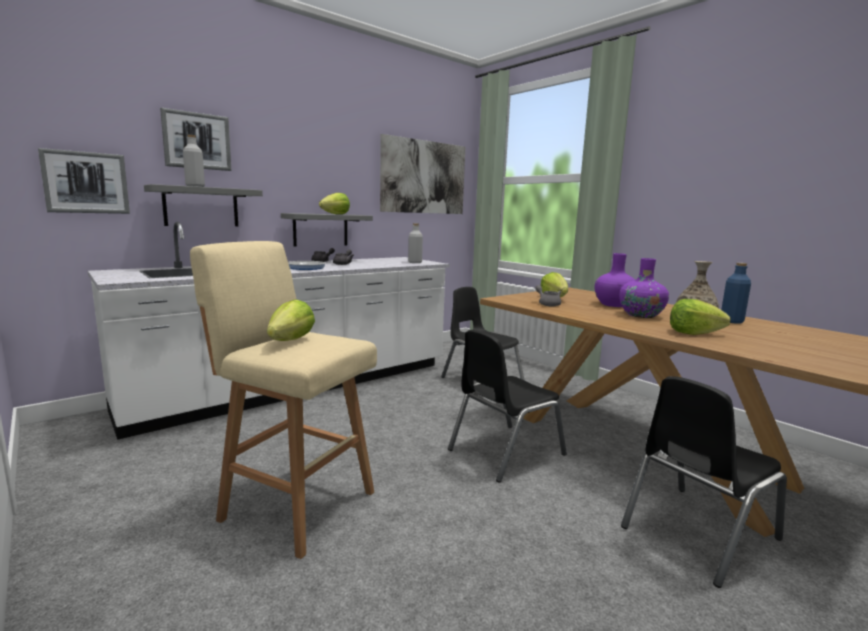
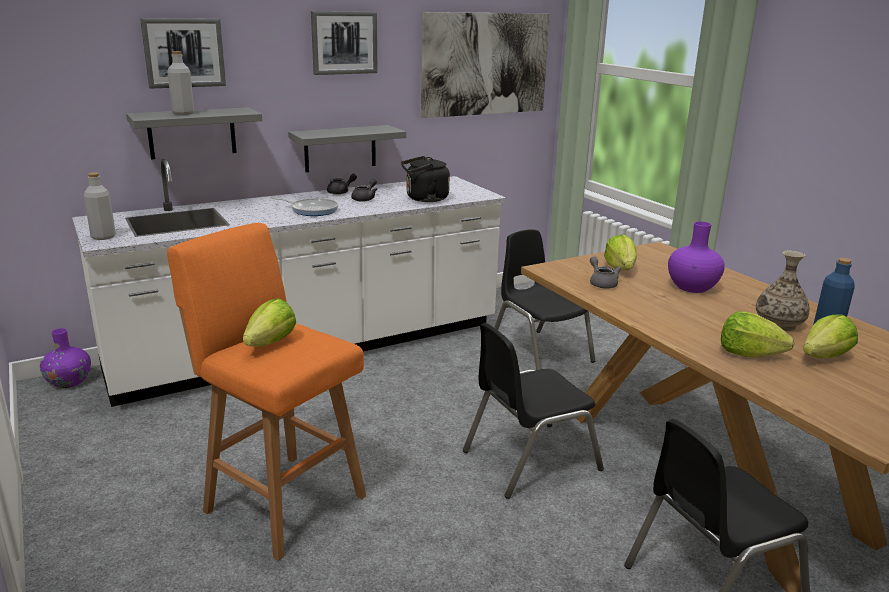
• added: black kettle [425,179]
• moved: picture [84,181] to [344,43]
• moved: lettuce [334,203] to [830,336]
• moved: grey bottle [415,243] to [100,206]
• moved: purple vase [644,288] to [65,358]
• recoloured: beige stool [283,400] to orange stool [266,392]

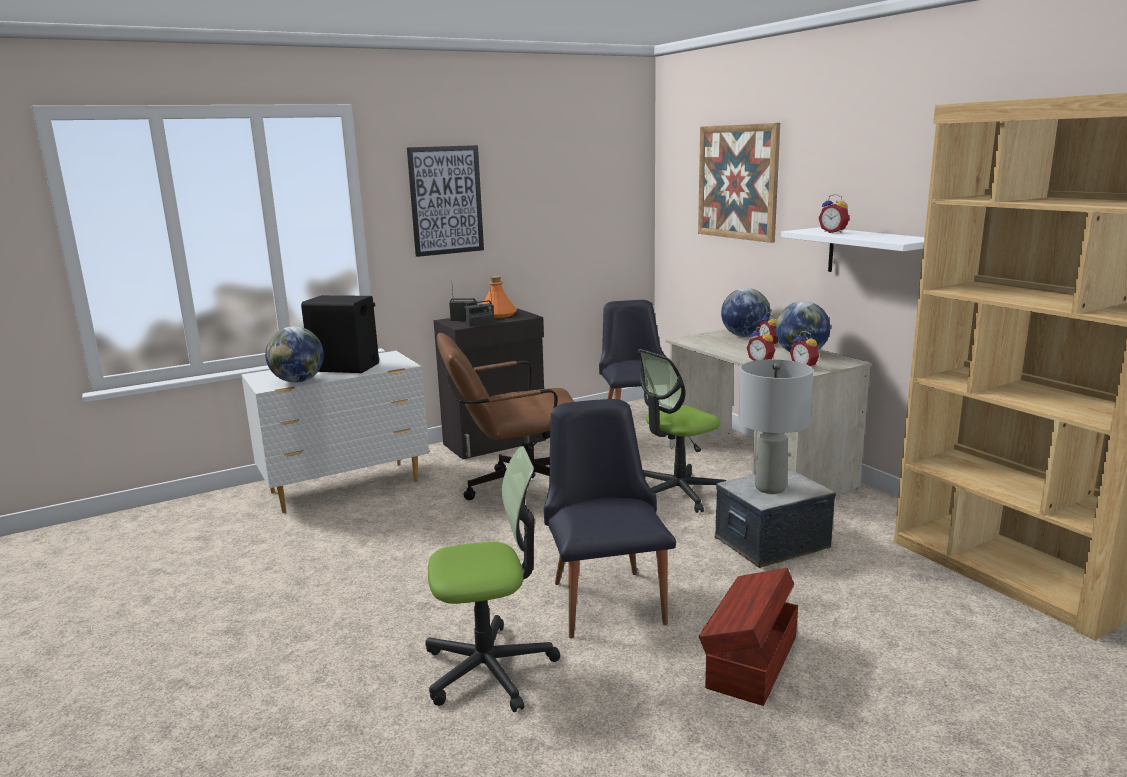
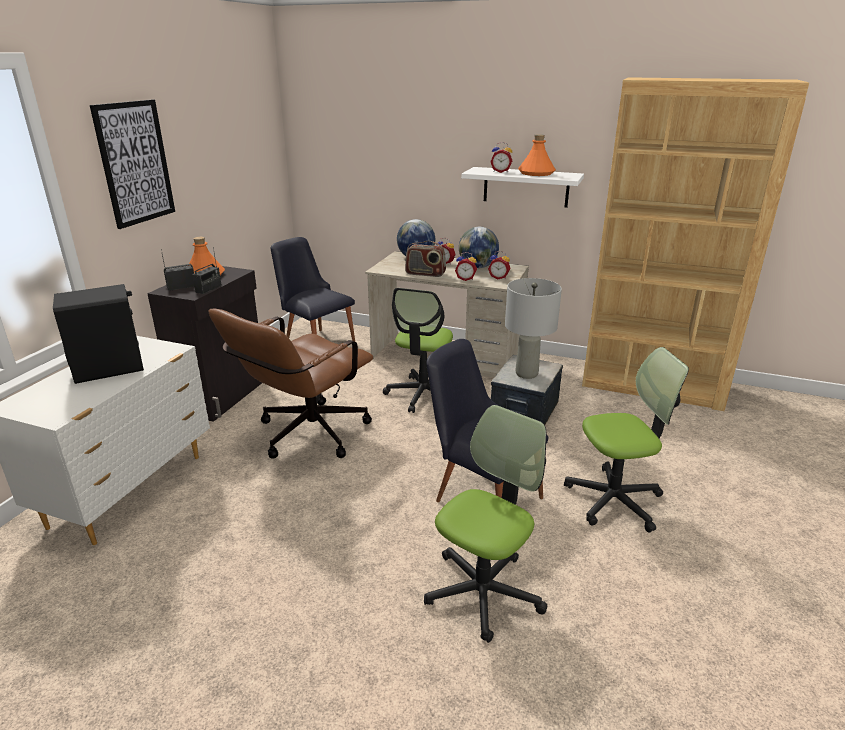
• removed: globe [294,354]
• removed: picture [739,183]
• added: radio [425,259]
• added: orange bottle [537,155]
• replaced: brown storage box [748,637] to office chair [626,440]

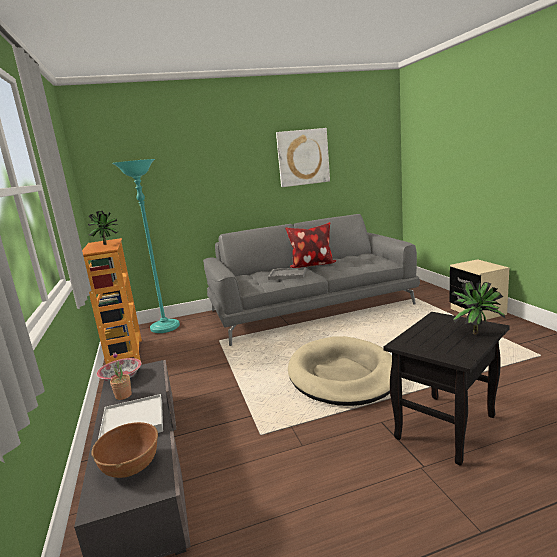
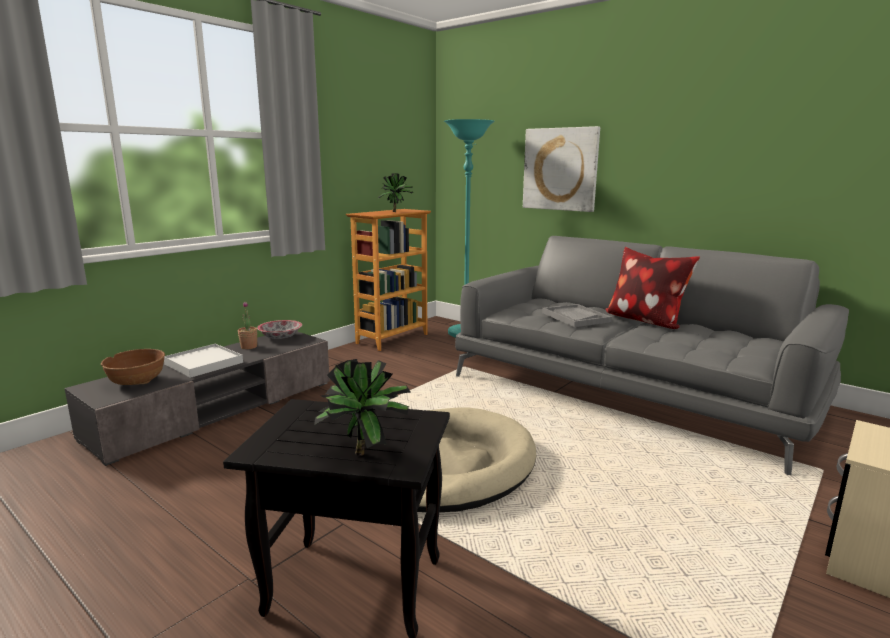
• moved: picture [303,157] to [561,169]

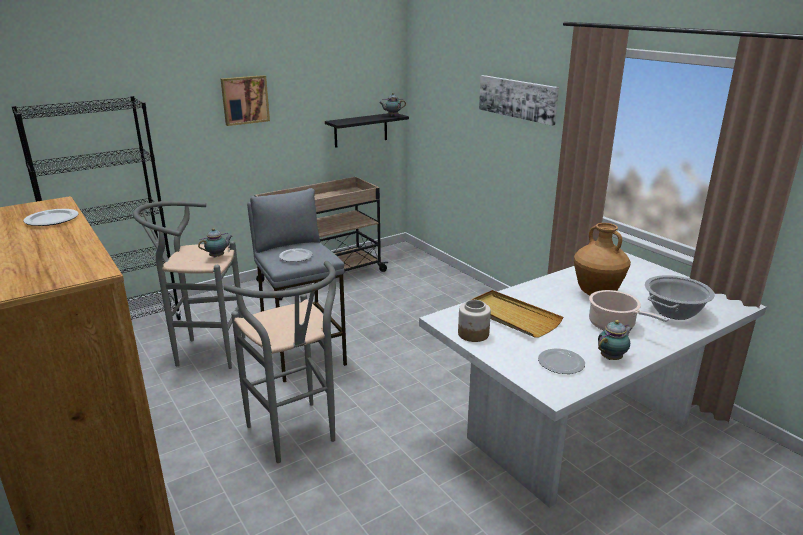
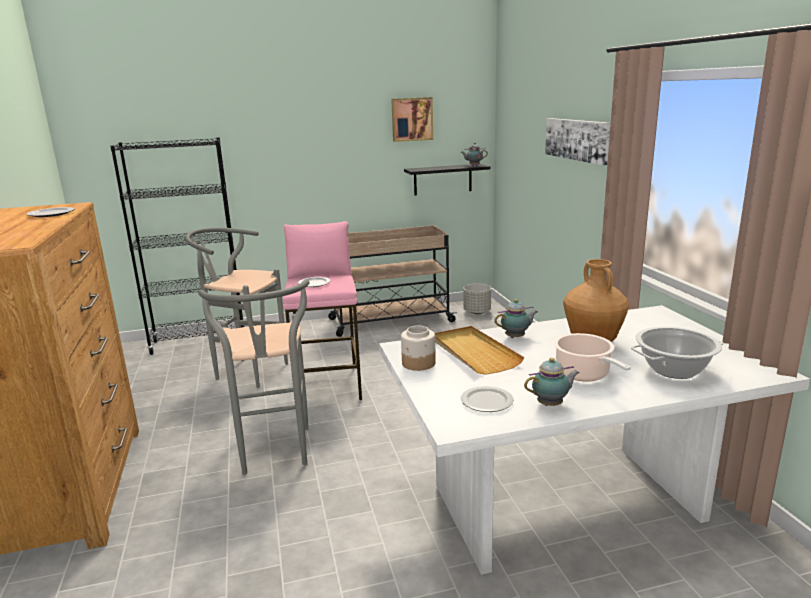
• added: grey planter [477,298]
• moved: teapot [215,243] to [516,318]
• moved: picture [245,100] to [412,119]
• recoloured: grey stool [297,285] to pink stool [322,310]

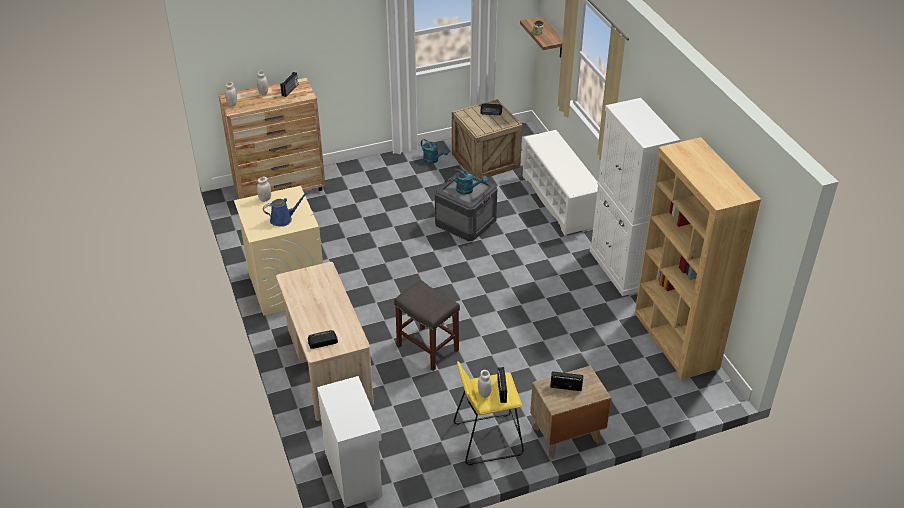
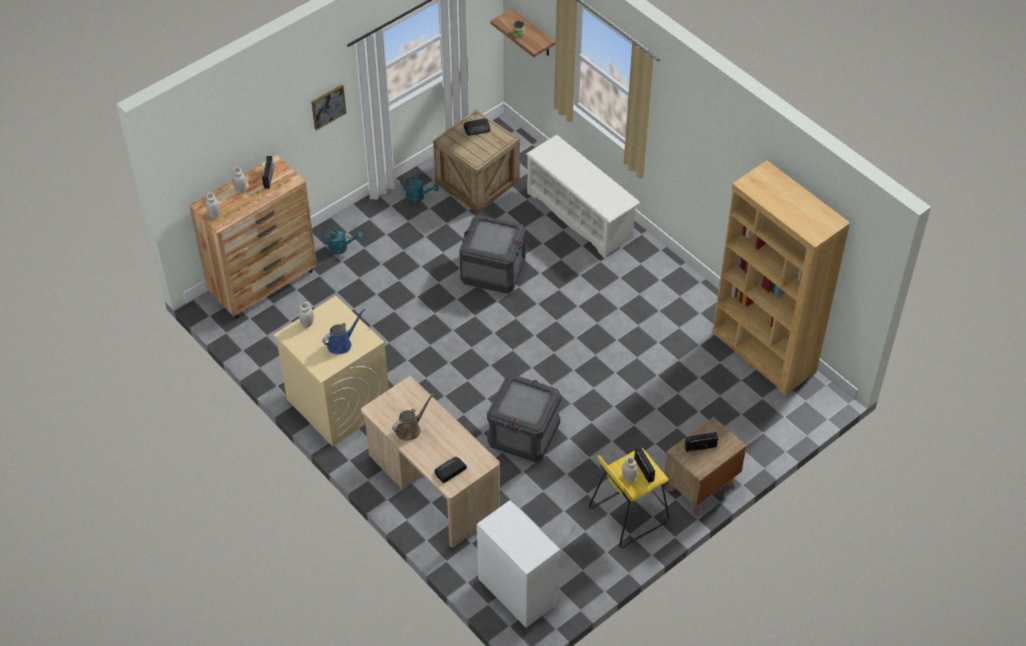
• removed: white cabinet [635,197]
• added: picture [328,107]
• added: brown watering can [413,417]
• moved: turquoise watering can [470,182] to [342,241]
• replaced: grey stool [427,325] to crate [524,418]

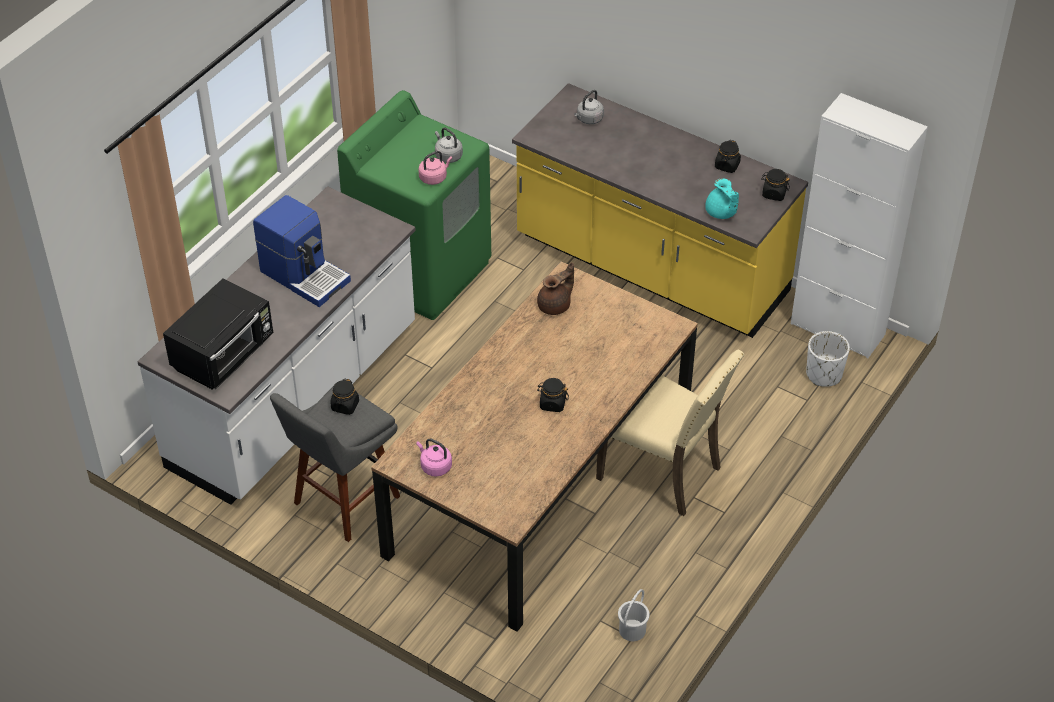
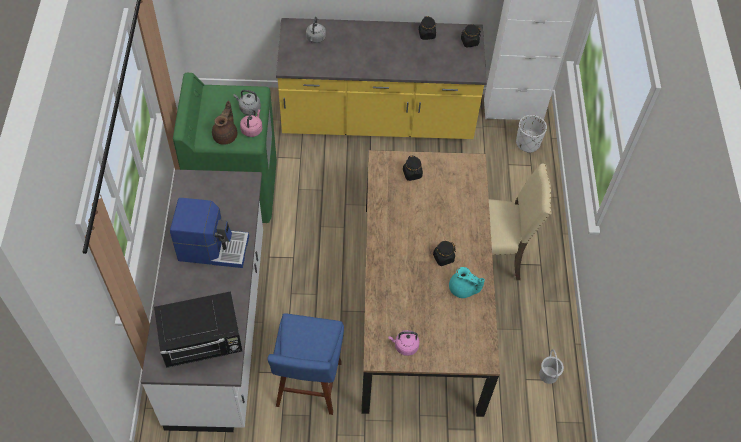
• moved: black jar [344,397] to [413,168]
• moved: brown teapot [555,288] to [224,123]
• moved: turquoise teapot [722,198] to [467,282]
• recoloured: grey stool [335,464] to blue stool [305,364]
• turned: black microwave [218,333] = [198,329] 75 degrees clockwise

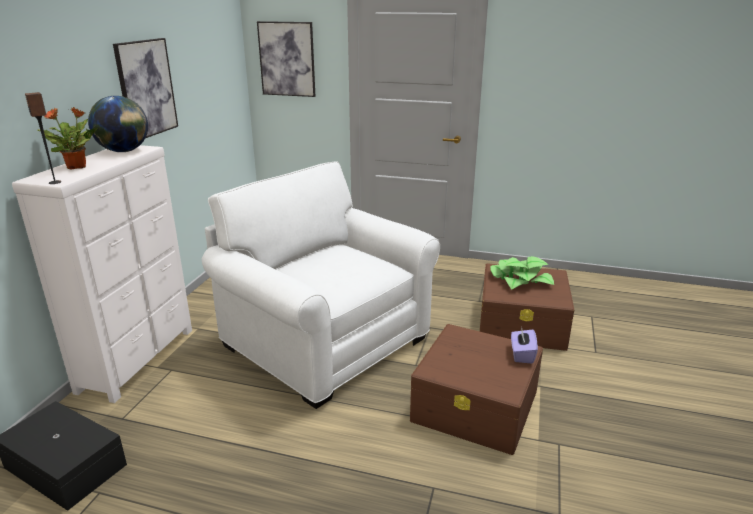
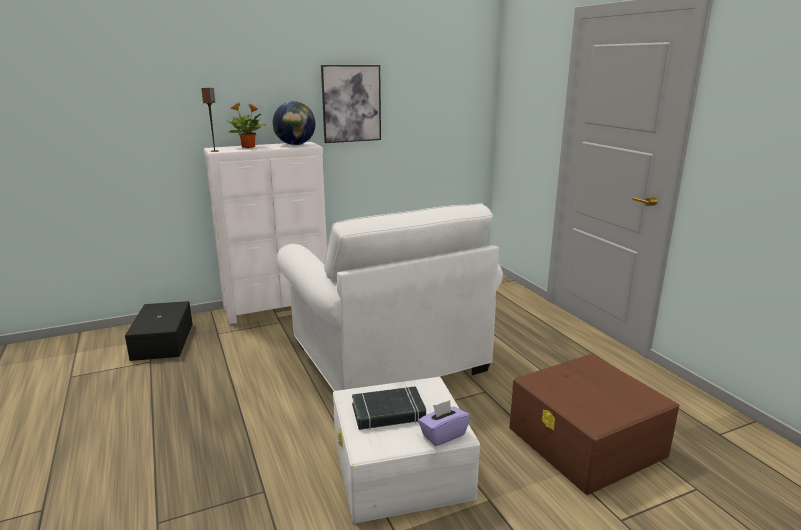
• removed: picture [286,59]
• removed: potted plant [522,273]
• added: black book [389,408]
• recoloured: brown storage box [476,389] to white storage box [406,450]
• turned: white armchair [321,285] = [390,297] 150 degrees clockwise

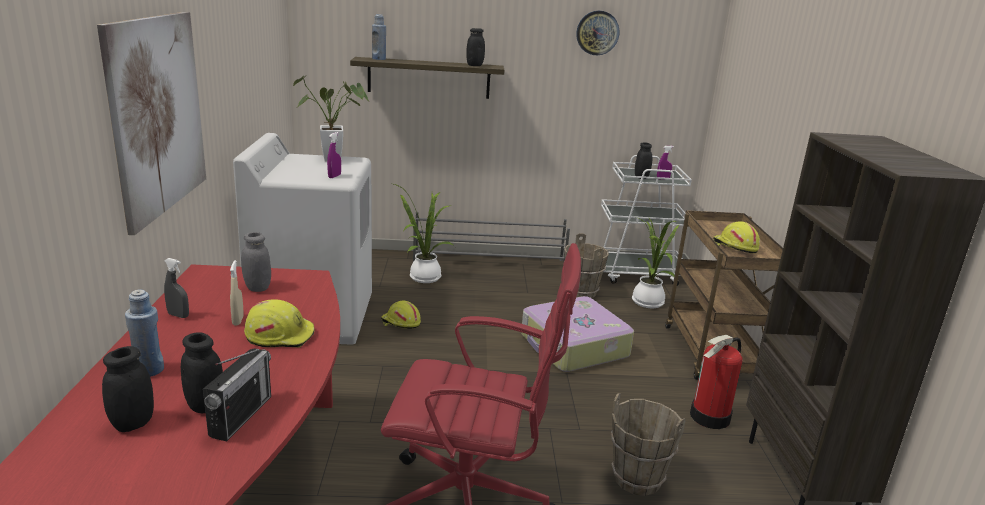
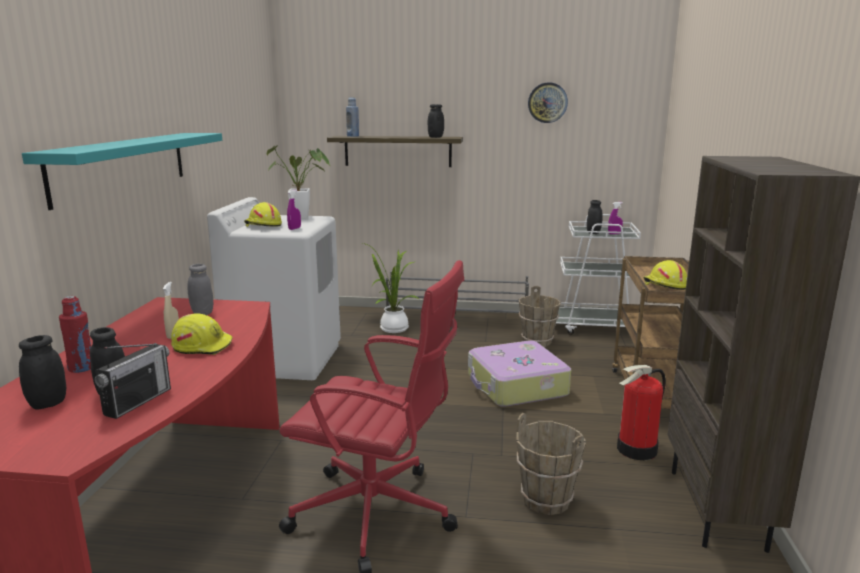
• removed: grey spray bottle [176,288]
• removed: potted plant [656,262]
• moved: yellow hard hat [401,315] to [263,214]
• replaced: picture [151,123] to turquoise shelf [122,171]
• recoloured: blue bottle [144,333] to red bottle [75,334]

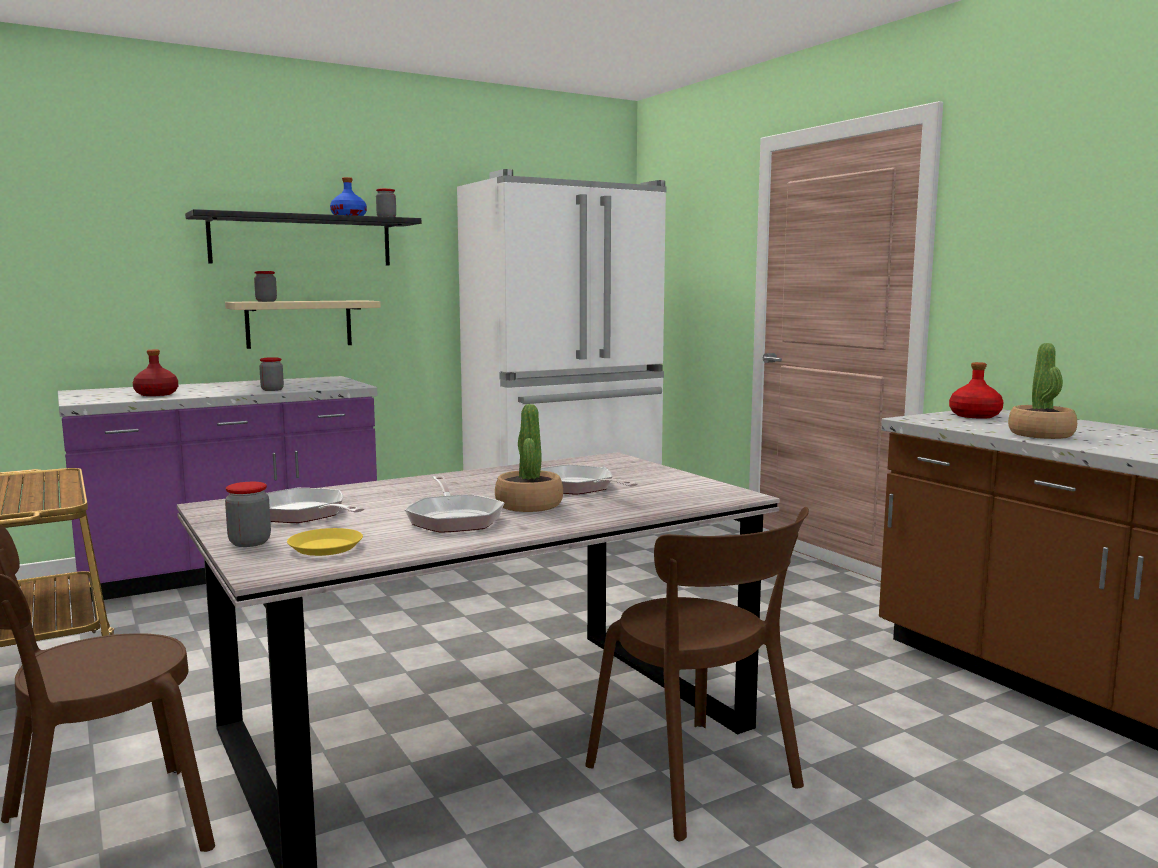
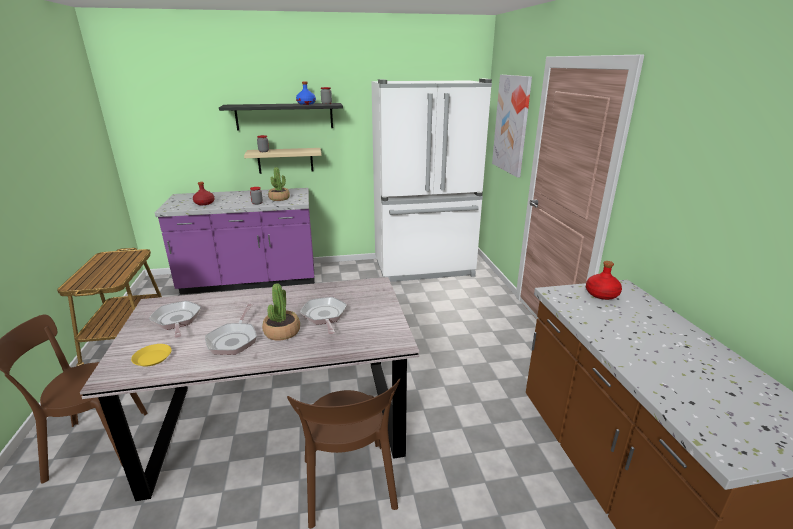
• removed: jar [248,514]
• added: picture [512,126]
• moved: potted plant [1042,391] to [279,184]

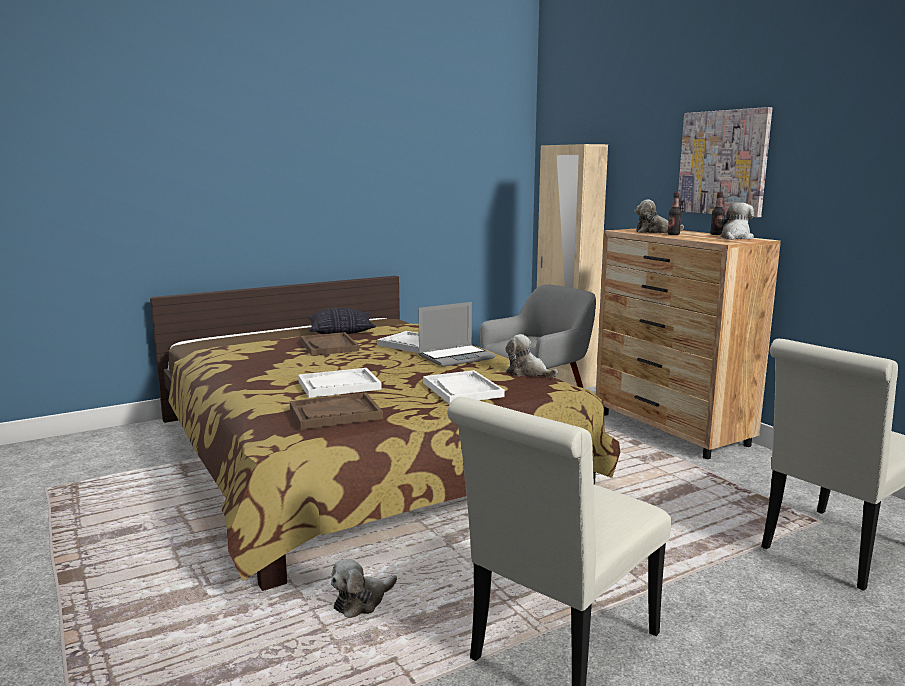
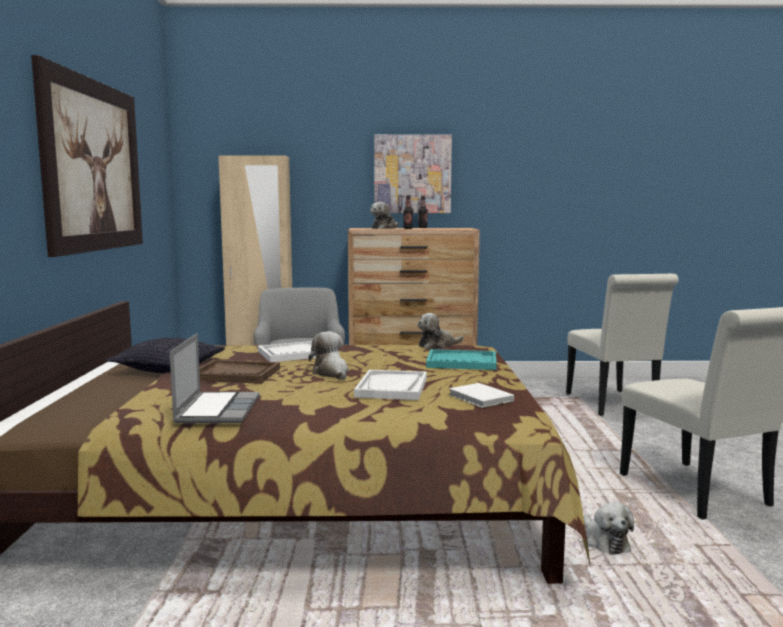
• added: picture [87,156]
• moved: laptop [457,334] to [215,378]
• moved: plush toy [737,221] to [328,355]
• replaced: brown tray [336,411] to white book [481,395]
• recoloured: white tray [464,387] to turquoise tray [461,359]

